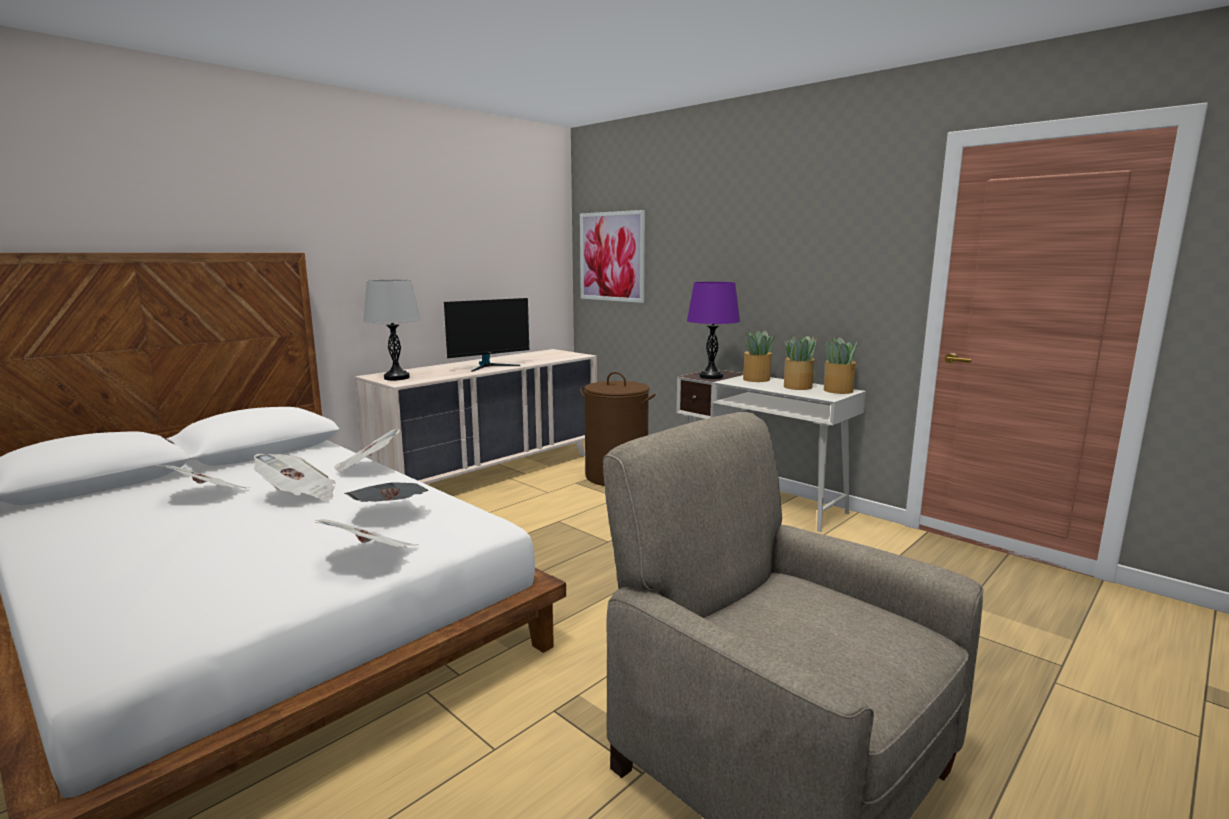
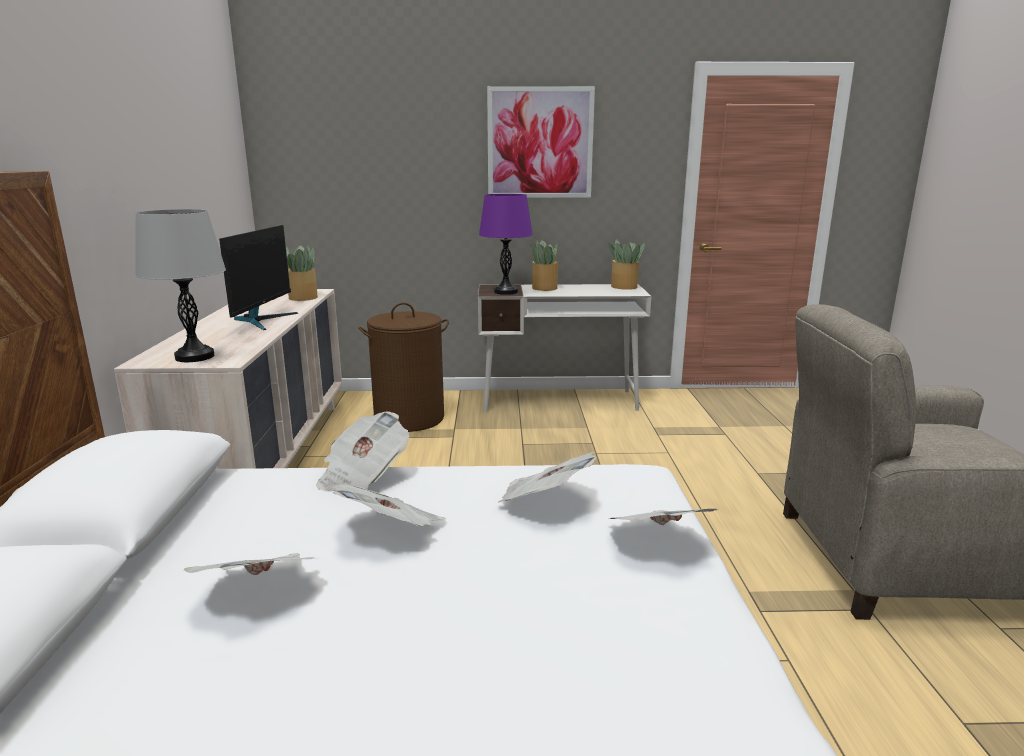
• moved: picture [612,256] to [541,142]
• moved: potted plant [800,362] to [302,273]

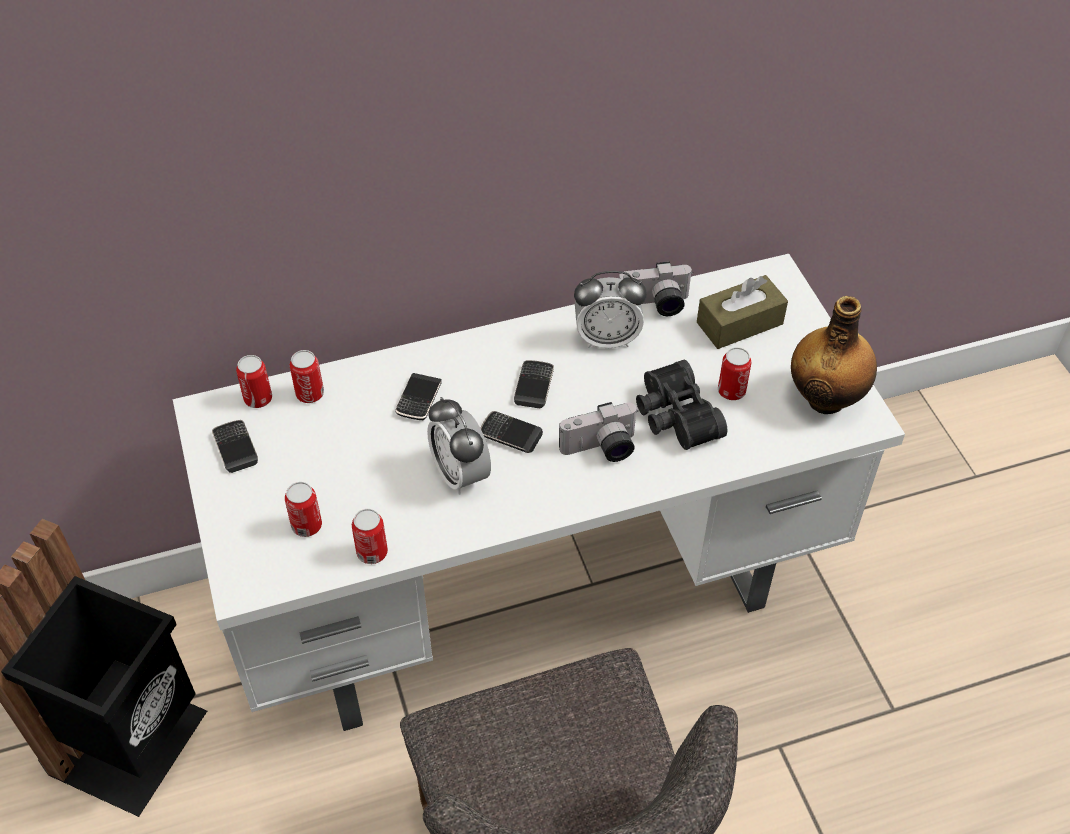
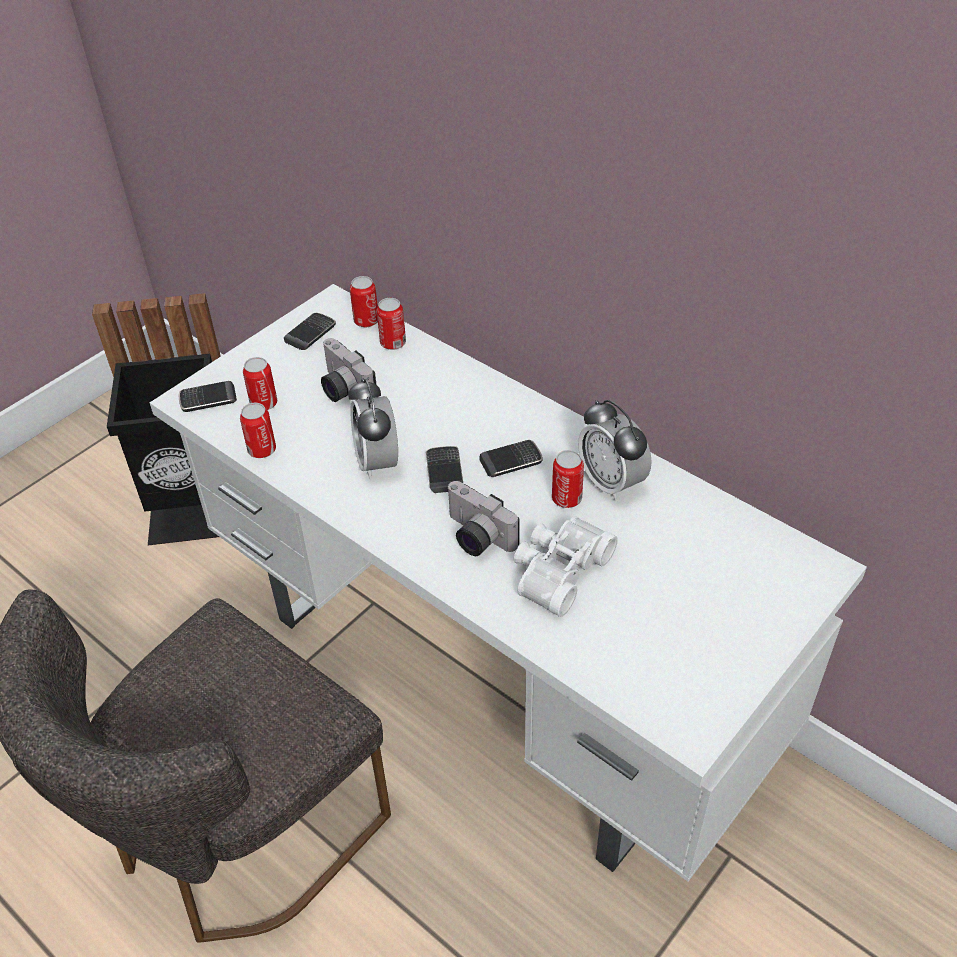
• removed: brown tissue box [742,312]
• removed: bottle [834,355]
• moved: phone [418,396] to [208,396]
• moved: photo camera [656,288] to [348,370]
• moved: can [734,373] to [568,479]
• recoloured: black binoculars [681,405] to white binoculars [566,566]
• turned: alarm clock [459,446] = [373,428] 45 degrees counterclockwise

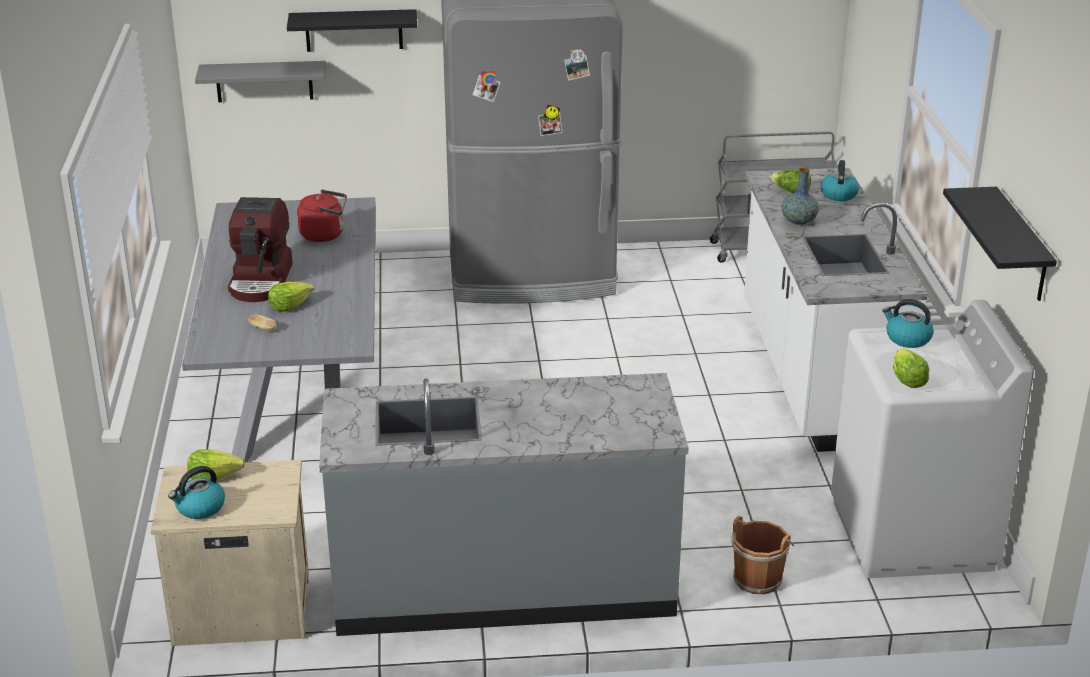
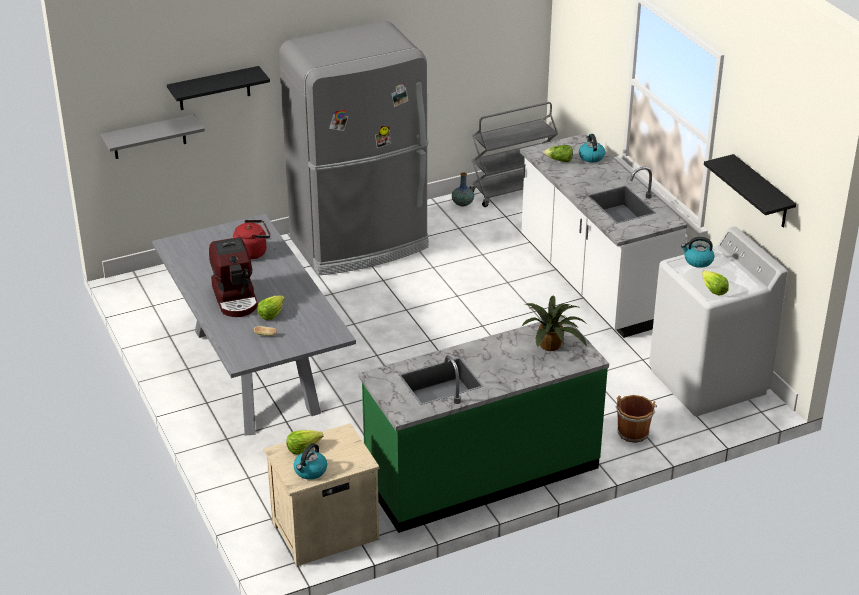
• added: potted plant [554,323]
• moved: vase [800,196] to [463,189]
• recoloured: grey counter [504,504] to green counter [483,424]

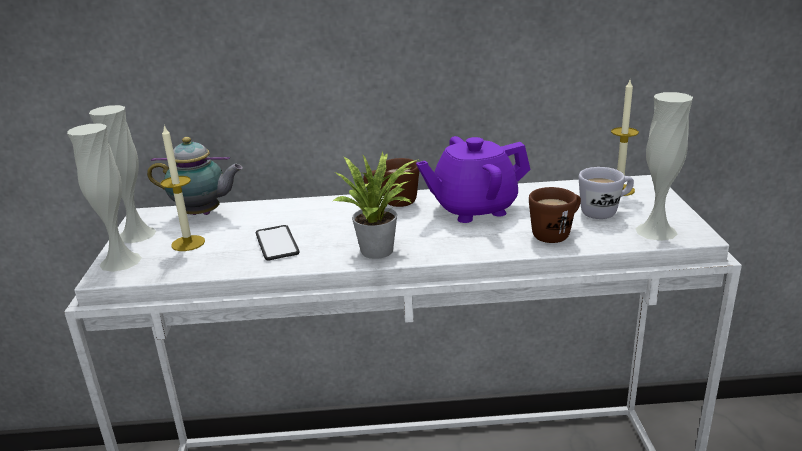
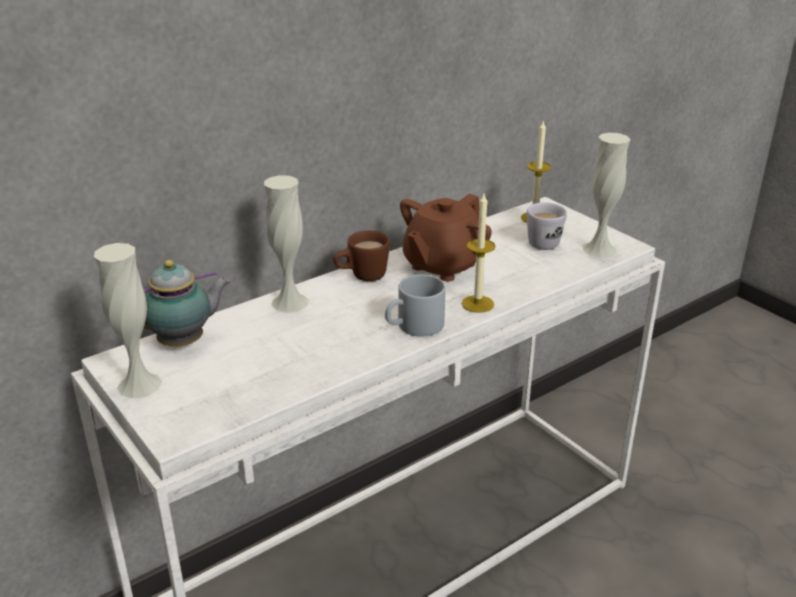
• removed: phone [277,243]
• removed: brown mug [555,215]
• moved: white vase [104,197] to [286,244]
• moved: candle [183,188] to [479,253]
• replaced: potted plant [376,205] to grey mug [415,305]
• recoloured: purple teapot [473,179] to brown teapot [446,237]

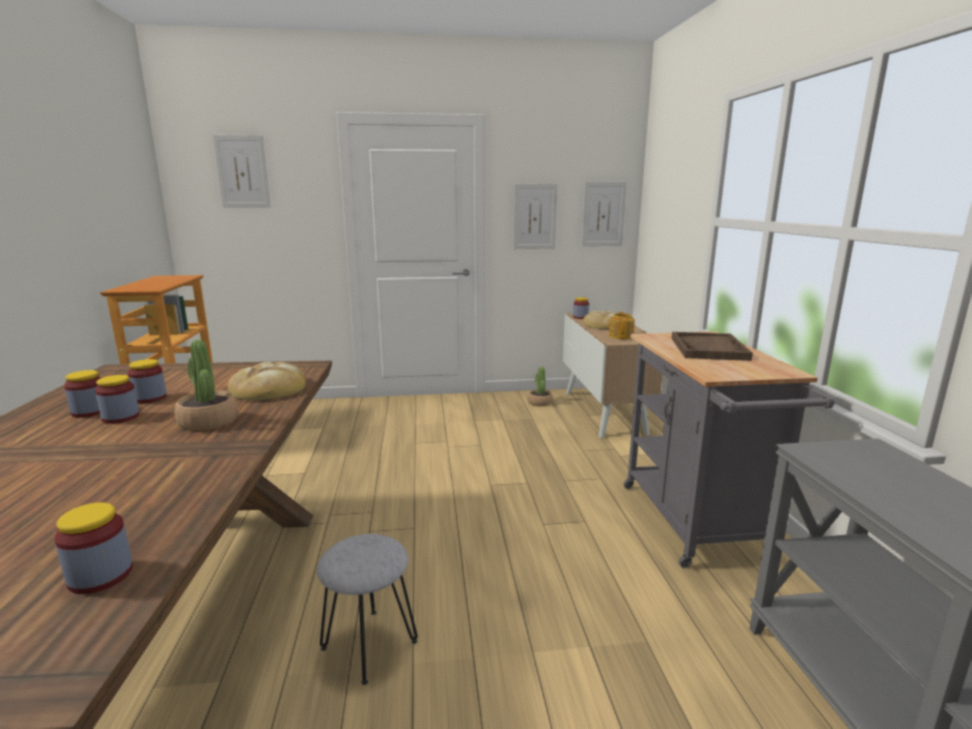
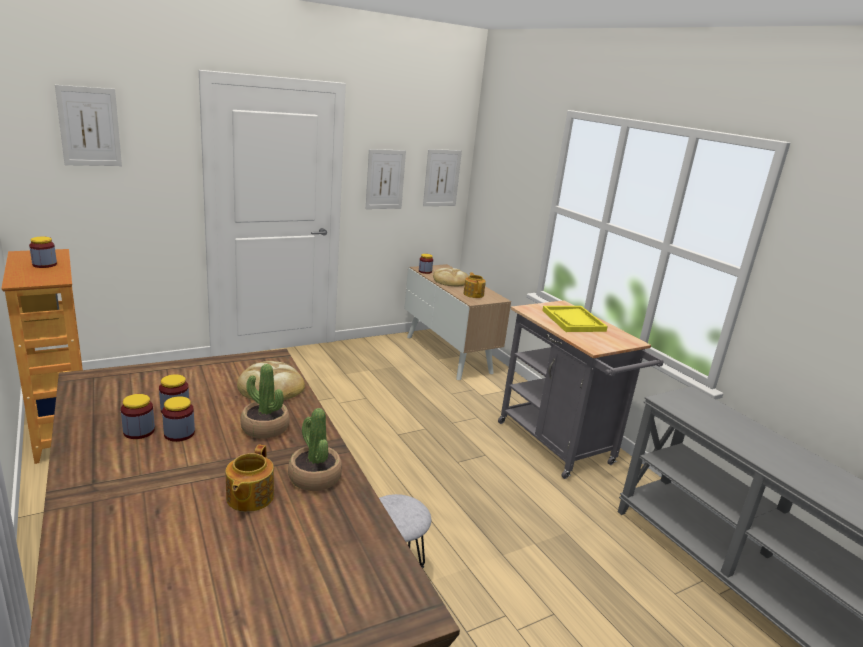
• added: teapot [250,478]
• moved: jar [93,548] to [43,252]
• moved: potted plant [540,386] to [315,449]
• recoloured: brown tray [712,346] to yellow tray [575,319]

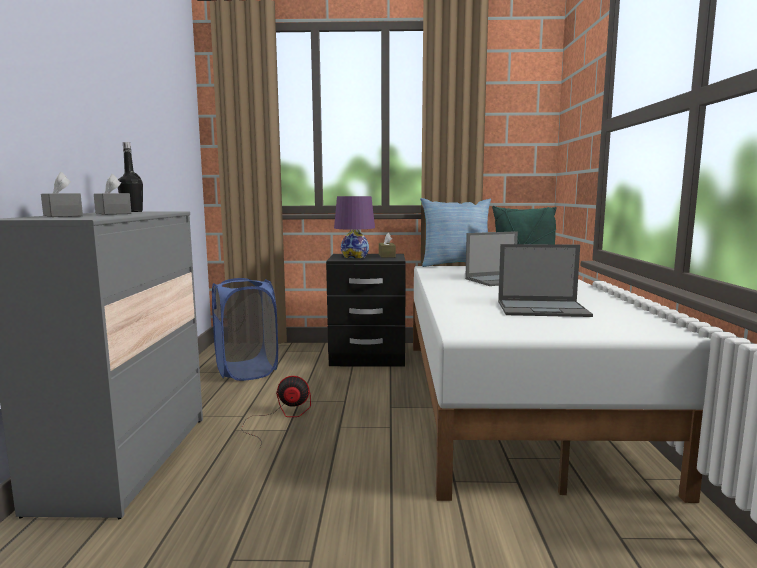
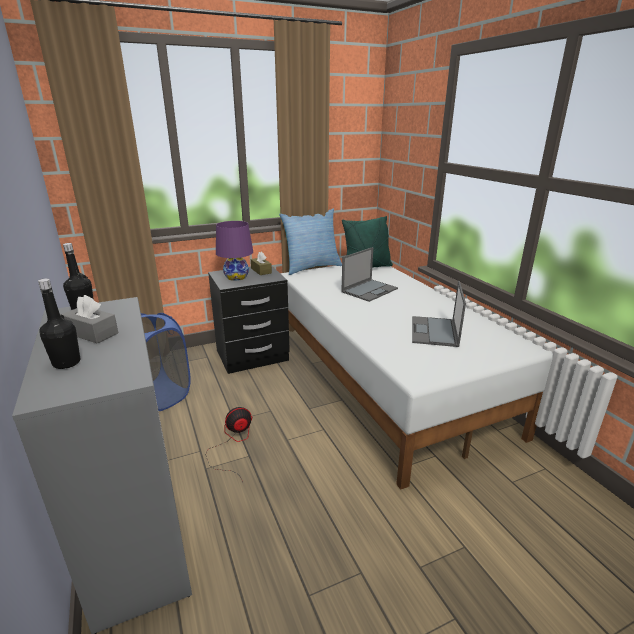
• replaced: grey tissue box [62,194] to black bottle [59,323]
• turned: laptop [545,280] = [439,314] 120 degrees clockwise

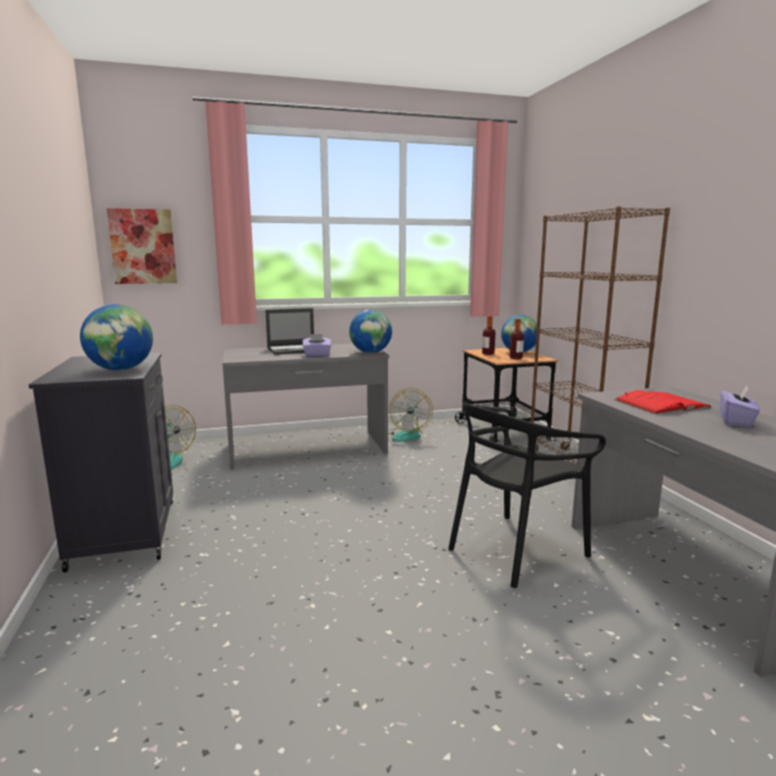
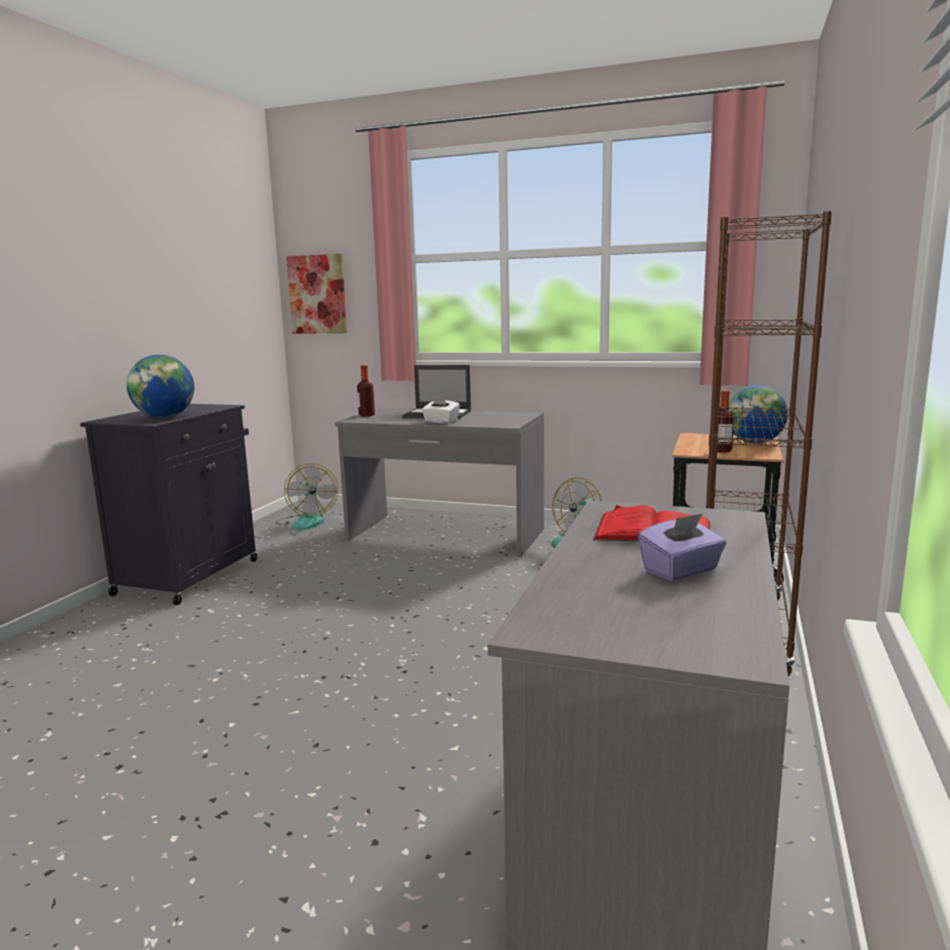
• removed: globe [370,331]
• removed: black chair [527,495]
• moved: bottle [488,335] to [366,391]
• recoloured: purple tissue box [317,345] to white tissue box [441,410]

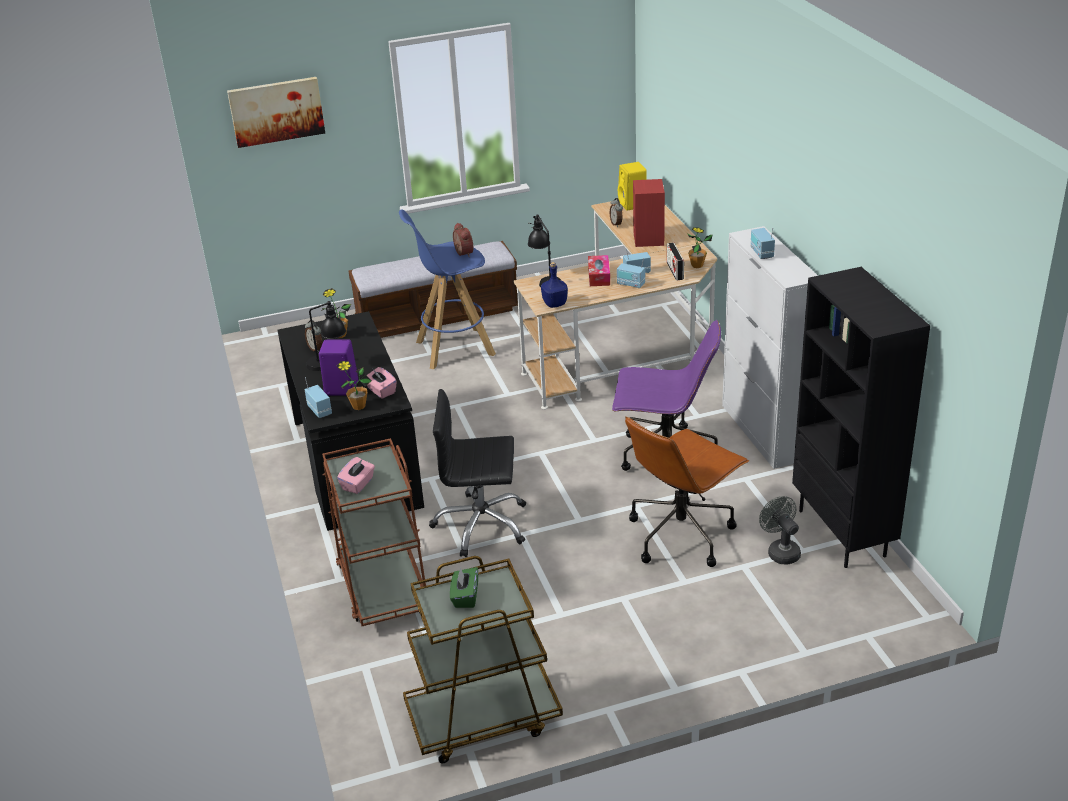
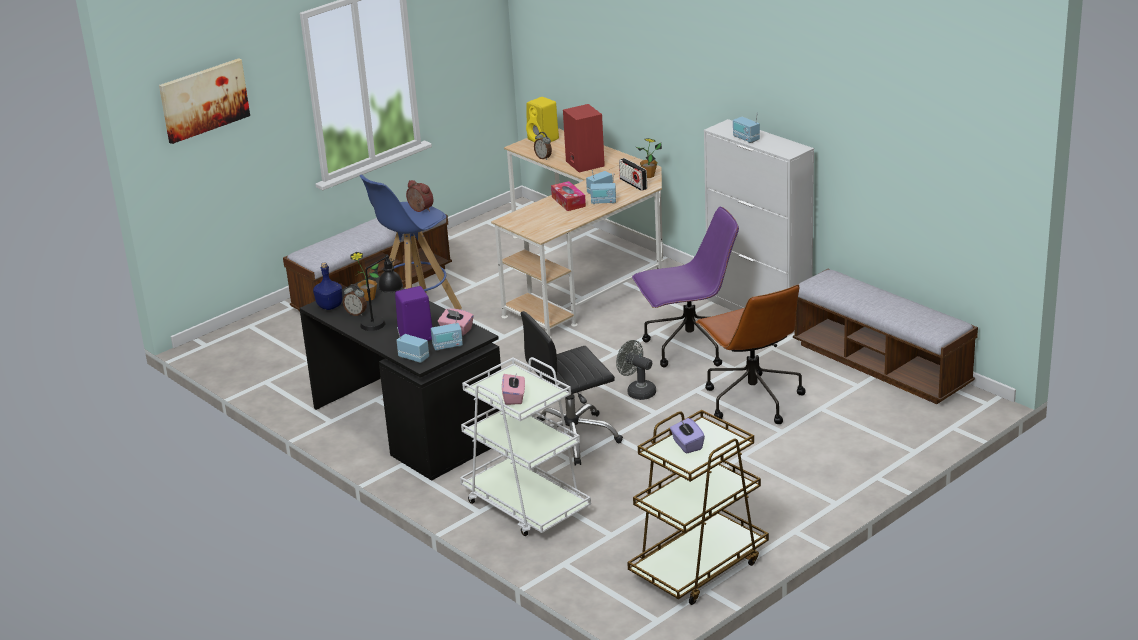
• removed: black table lamp [544,250]
• moved: blue bottle [554,285] to [327,286]
• moved: grey fan [780,530] to [636,370]
• replaced: potted plant [354,385] to radio [447,331]
• replaced: black bookcase [861,417] to bench [885,336]
• recoloured: brown cart [374,532] to white cart [525,446]
• recoloured: green tissue box [464,587] to purple tissue box [687,436]
• turned: brown office chair [687,491] = [751,354] 45 degrees counterclockwise

